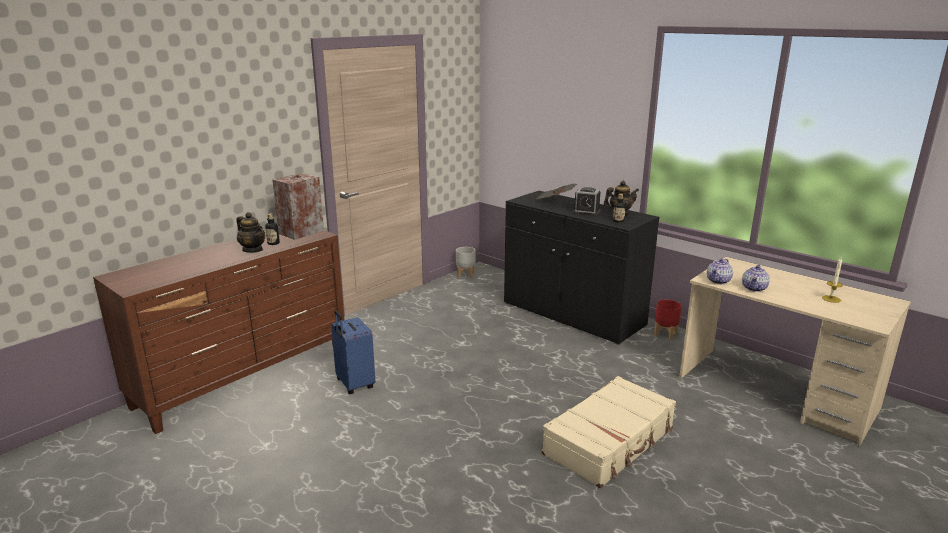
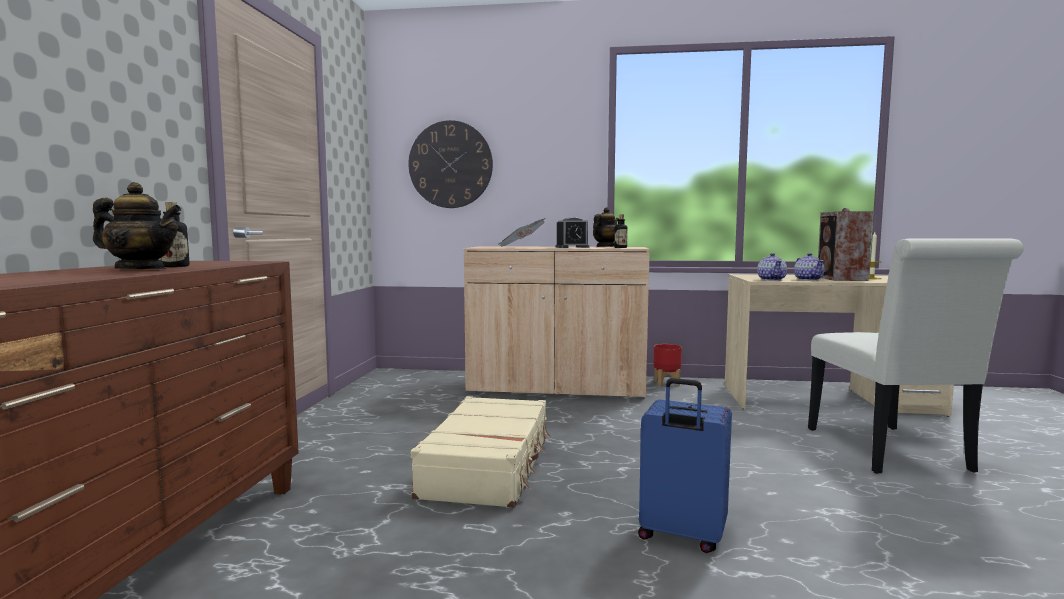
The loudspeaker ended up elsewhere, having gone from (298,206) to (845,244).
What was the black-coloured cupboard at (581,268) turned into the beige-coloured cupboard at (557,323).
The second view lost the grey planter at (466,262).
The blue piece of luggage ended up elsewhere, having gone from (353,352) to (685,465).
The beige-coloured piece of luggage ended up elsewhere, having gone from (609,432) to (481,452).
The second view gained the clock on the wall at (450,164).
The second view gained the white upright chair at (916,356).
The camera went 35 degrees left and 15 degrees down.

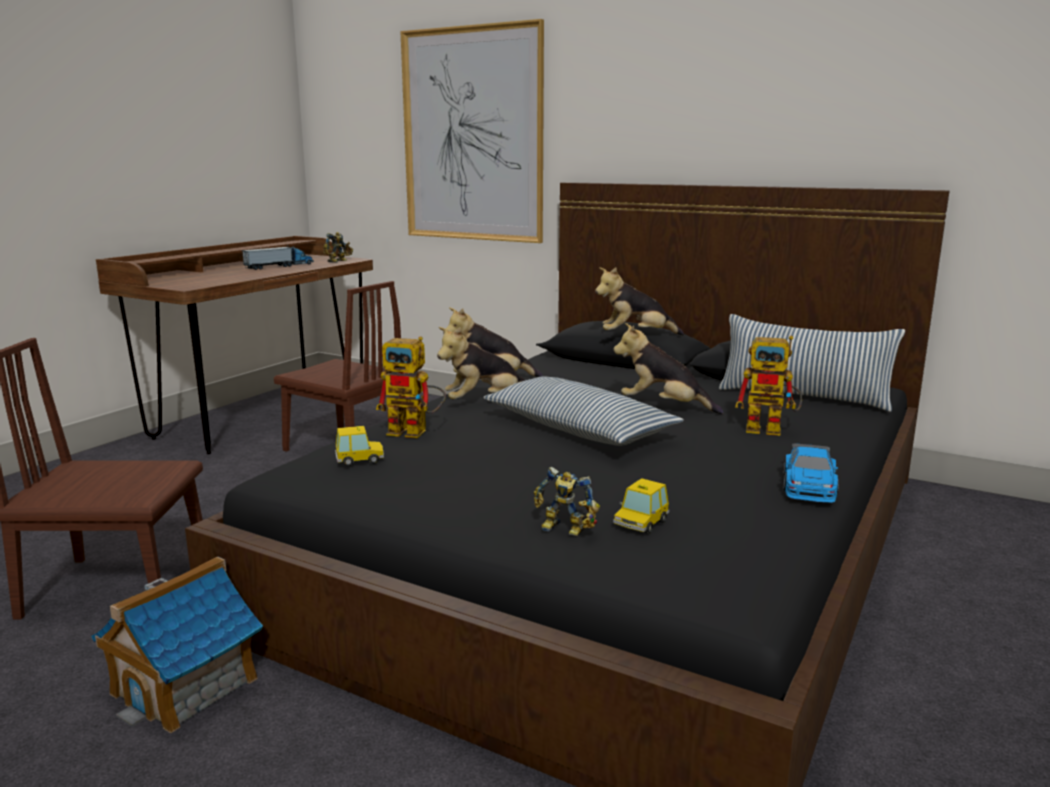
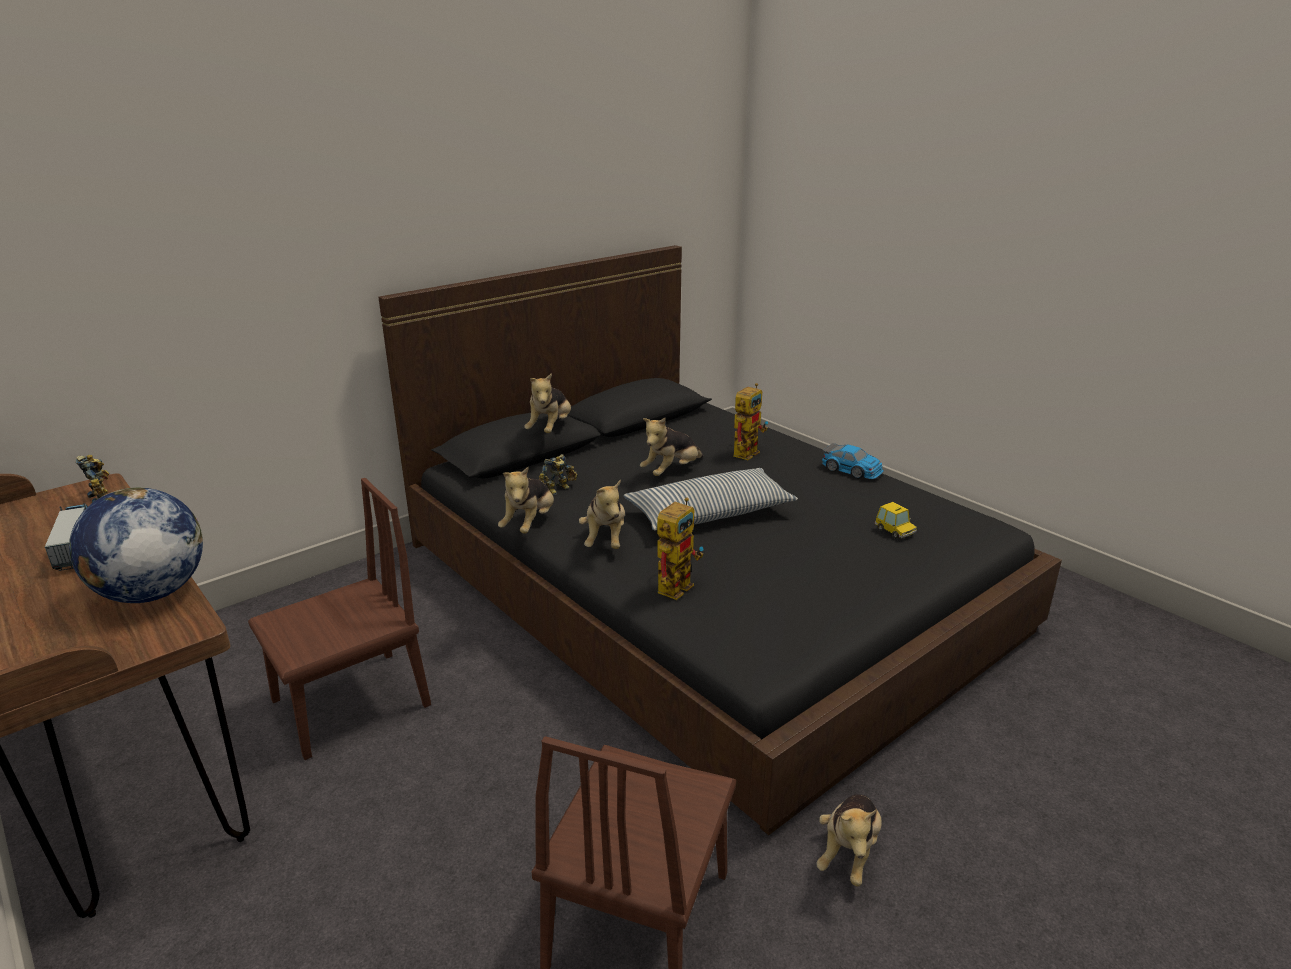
The second view lost the wall art at (472,131).
The second view lost the pillow at (812,363).
The second view lost the toy car at (359,446).
The toy robot ended up elsewhere, having gone from (567,501) to (558,474).
Where the toy house stood at (177,645), the plush toy came to stand at (849,840).
The second view gained the world globe at (136,545).
The camera went 70 degrees left and 10 degrees up.

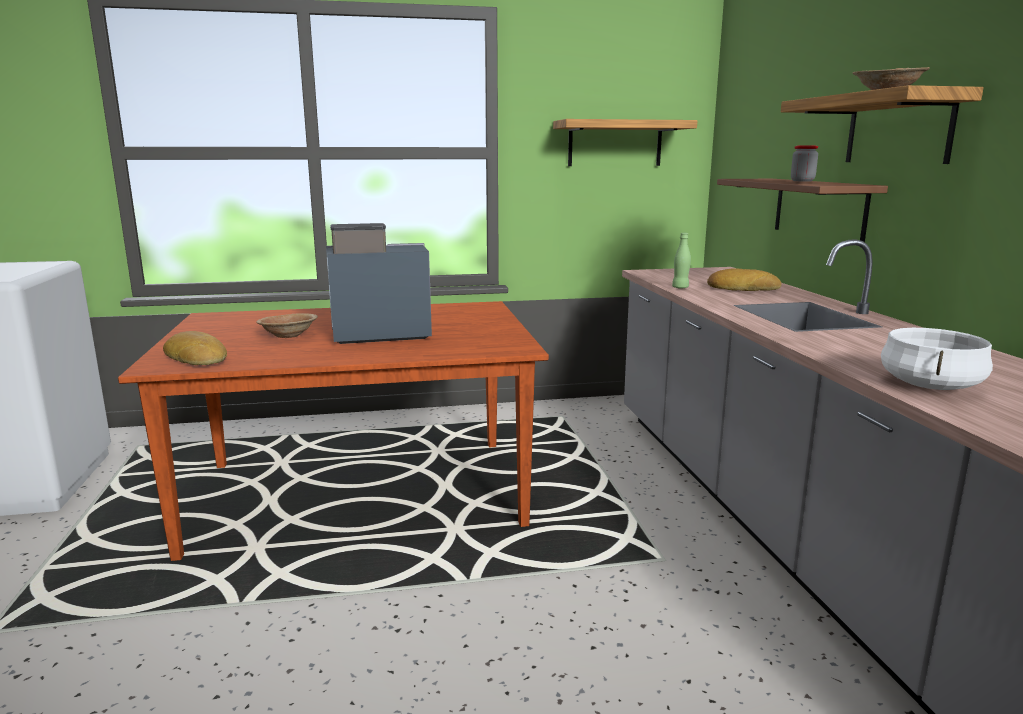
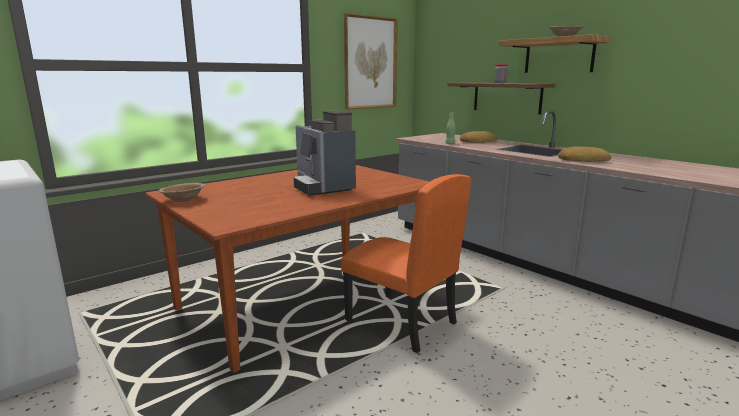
Where the bracket shelf hung at (625,142), the wall art came to hang at (371,61).
The coffee machine at (379,283) ended up facing another way, 75 degrees counterclockwise from before.
The brown bowl ended up elsewhere, having gone from (287,325) to (182,192).
The second view lost the white cooking pot at (937,359).
The baked bread ended up elsewhere, having gone from (195,348) to (584,154).
The second view gained the orange-coloured upright chair at (406,263).
The camera went 30 degrees left and 0 degrees up.

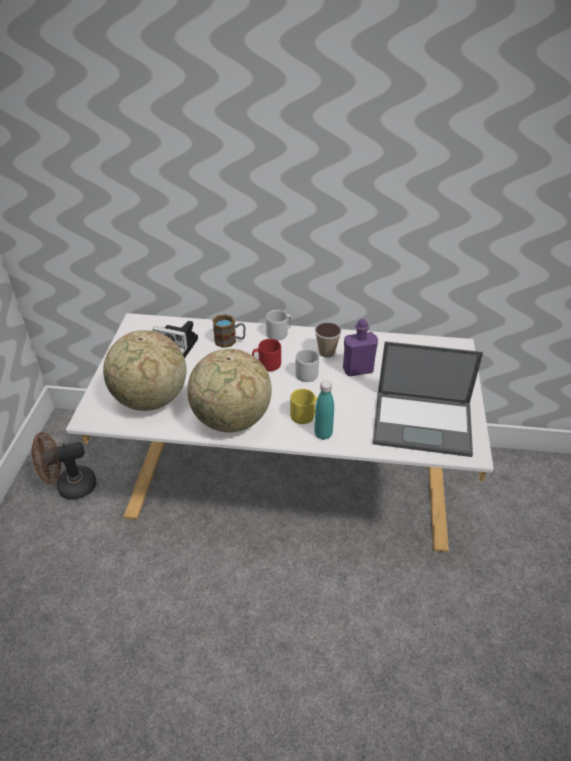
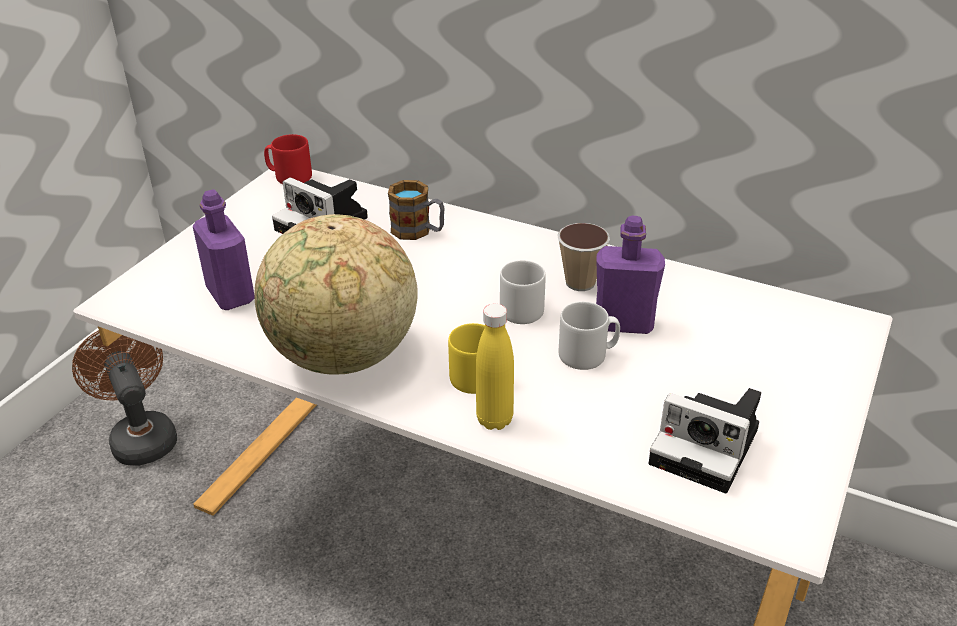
The grey coffee mug ended up elsewhere, having gone from (279,325) to (589,336).
Where the world globe stood at (145,370), the purple-coloured bottle came to stand at (224,249).
The reddish coffee mug ended up elsewhere, having gone from (266,355) to (288,159).
Where the laptop stood at (428,399), the photo camera came to stand at (705,440).
What was the turquoise bottle at (324,410) turned into the yellow-coloured bottle at (495,367).
The brown fan at (64,466) ended up facing another way, 60 degrees clockwise from before.
The camera went 20 degrees right and 5 degrees down.

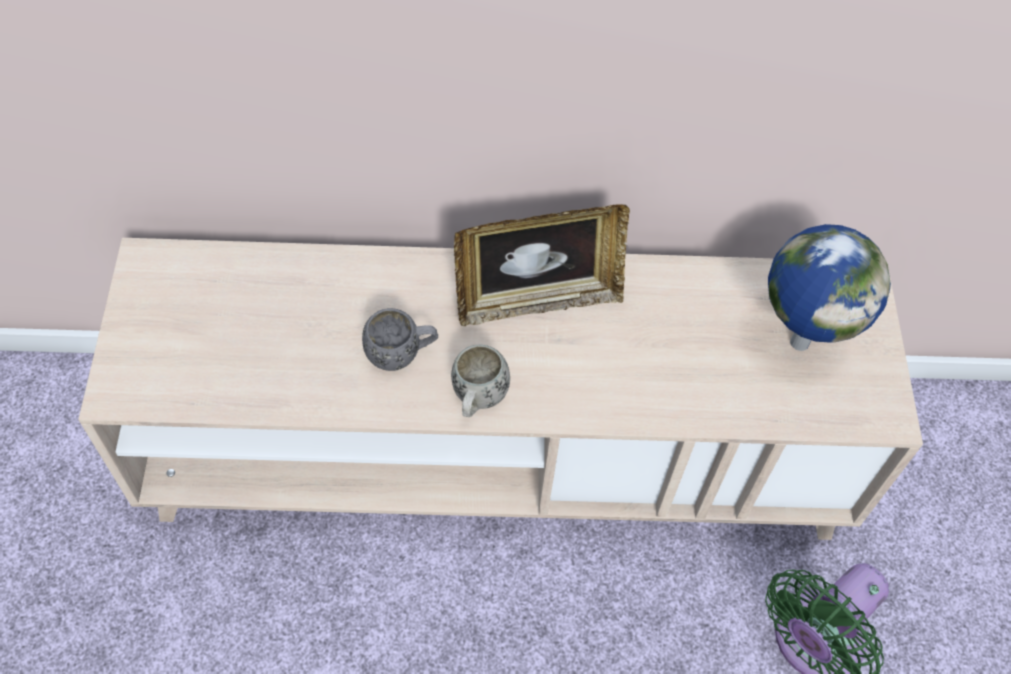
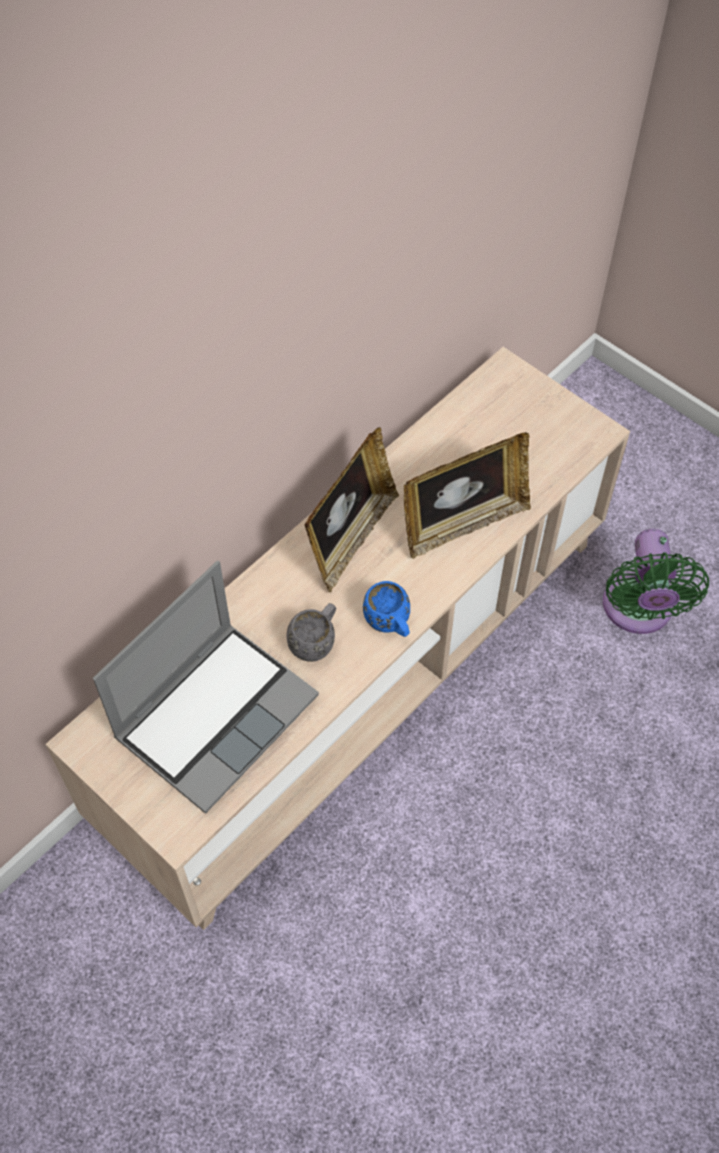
The second view lost the world globe at (829,287).
What was the white coffee mug at (480,380) turned into the blue coffee mug at (386,609).
The second view gained the photo frame at (467,495).
The second view gained the laptop at (206,687).
The camera went 45 degrees left and 0 degrees up.

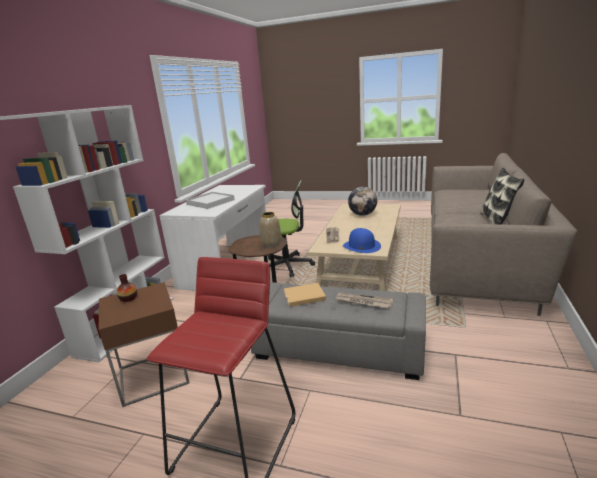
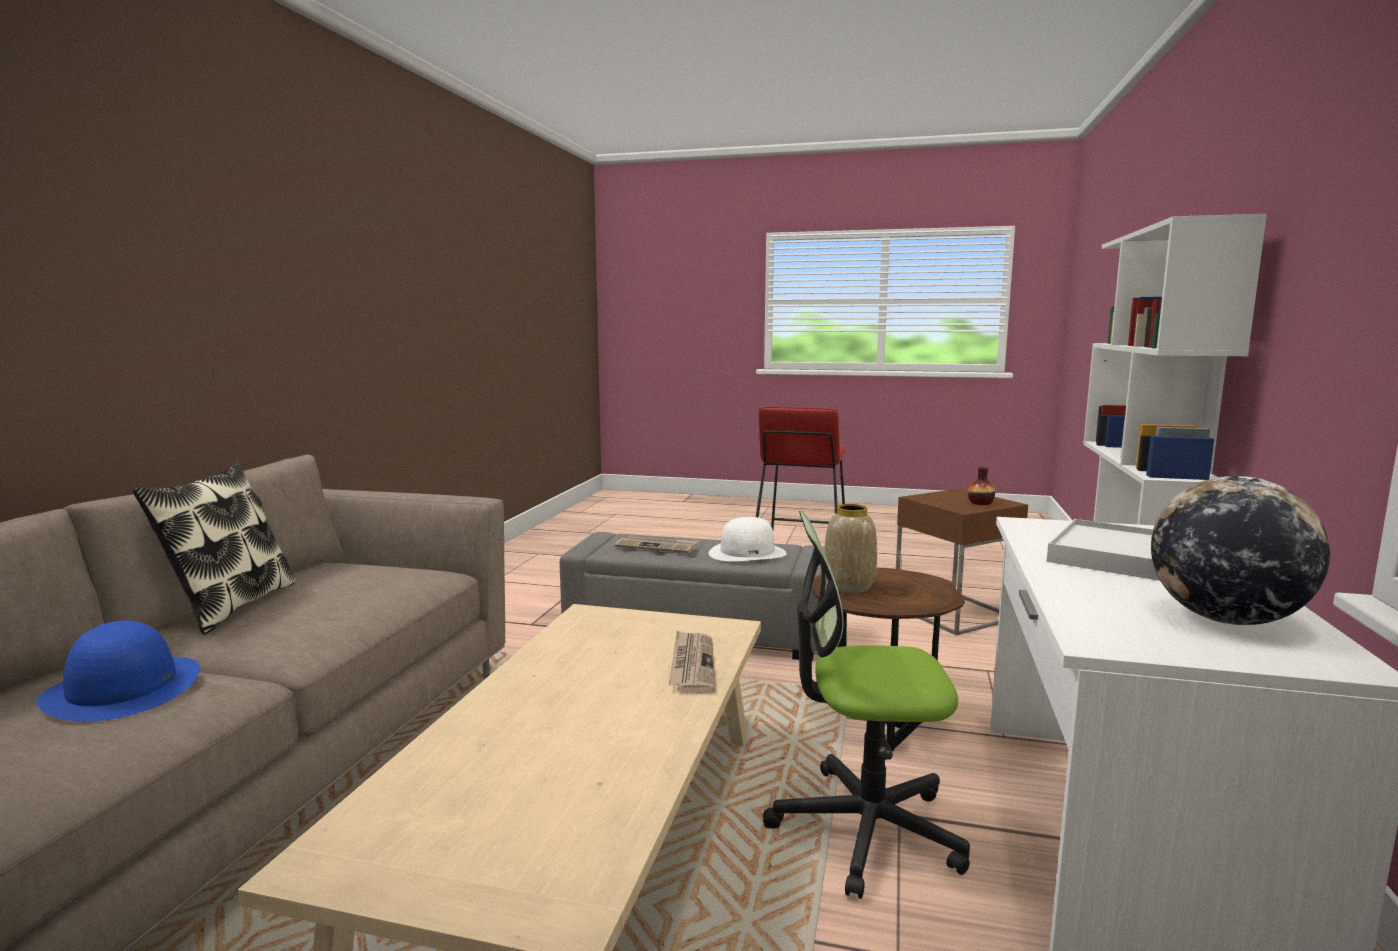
The world globe ended up elsewhere, having gone from (362,201) to (1240,550).
The blue clothing hat ended up elsewhere, having gone from (362,240) to (118,671).
Where the beige-coloured volume stood at (305,295), the white clothing hat came to stand at (748,539).
The camera went 175 degrees right and 10 degrees down.

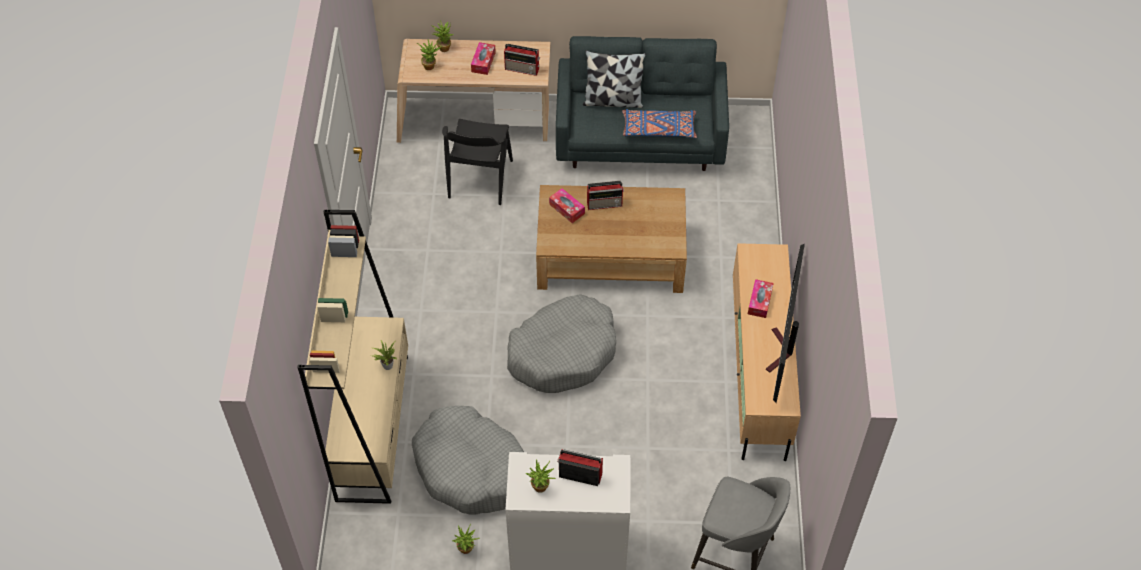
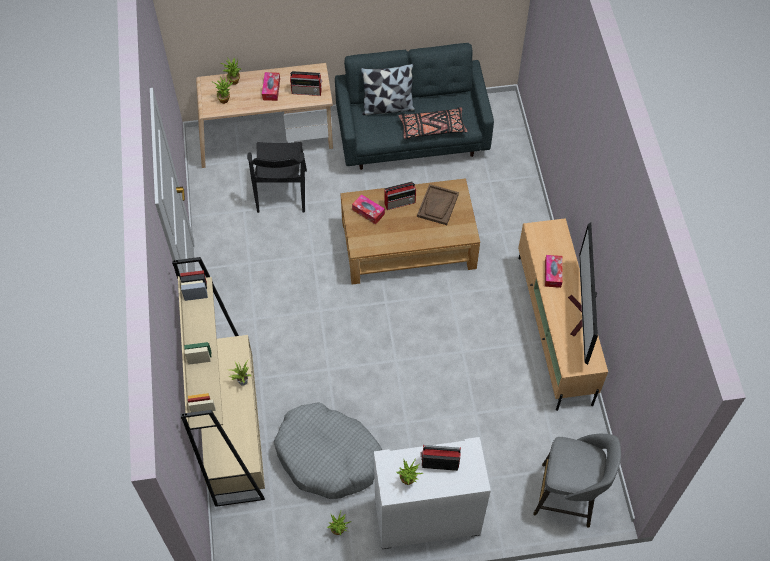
What was the blue pillow at (659,123) turned into the black-coloured pillow at (433,123).
The second view lost the grey dog cushion at (561,343).
The second view gained the brown tray at (438,204).
The camera went 10 degrees left and 5 degrees up.

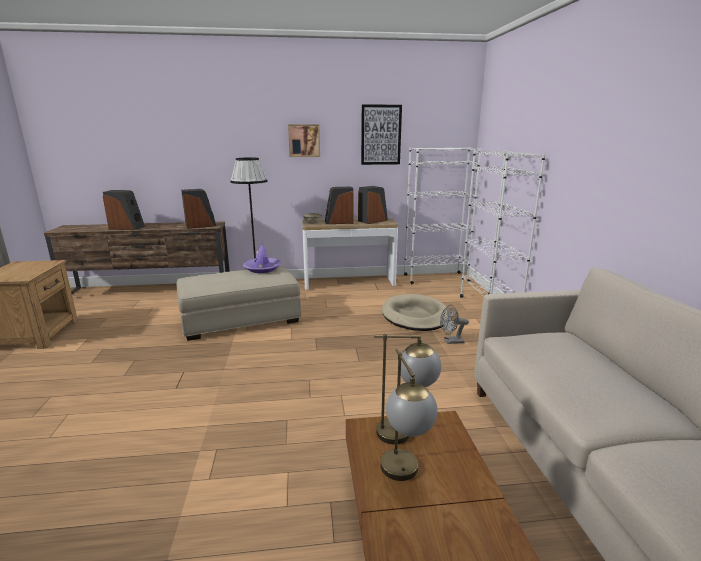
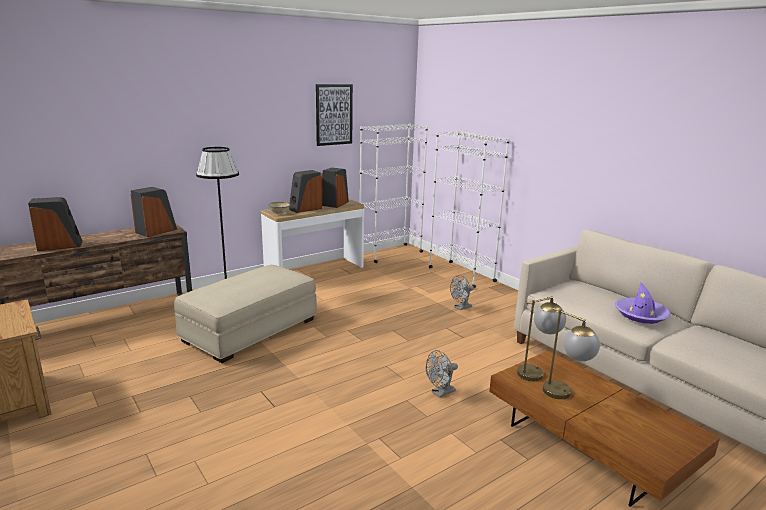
The second view lost the wall art at (304,140).
The purple-coloured clothing hat ended up elsewhere, having gone from (262,258) to (643,303).
The second view lost the beige-coloured dog cushion at (416,312).
The second view gained the grey fan at (442,374).
The camera went 30 degrees left and 0 degrees up.

